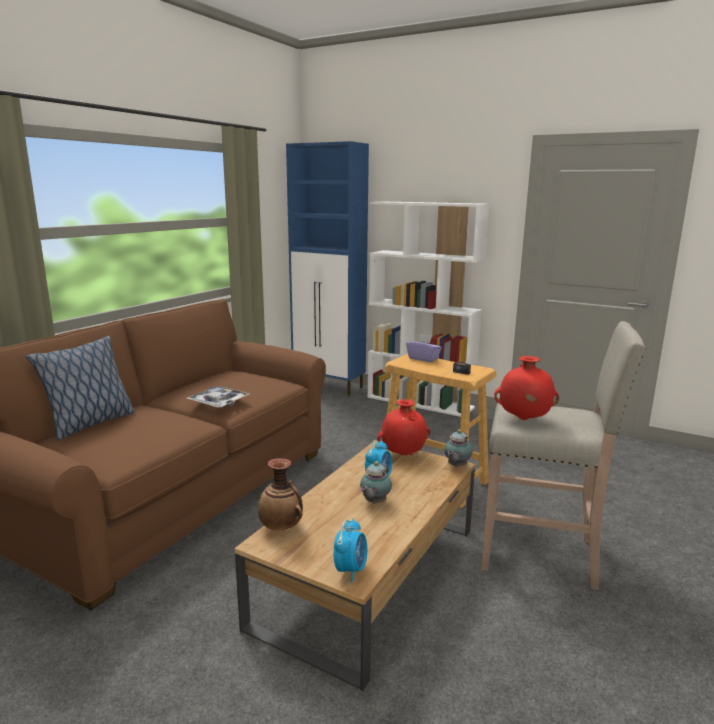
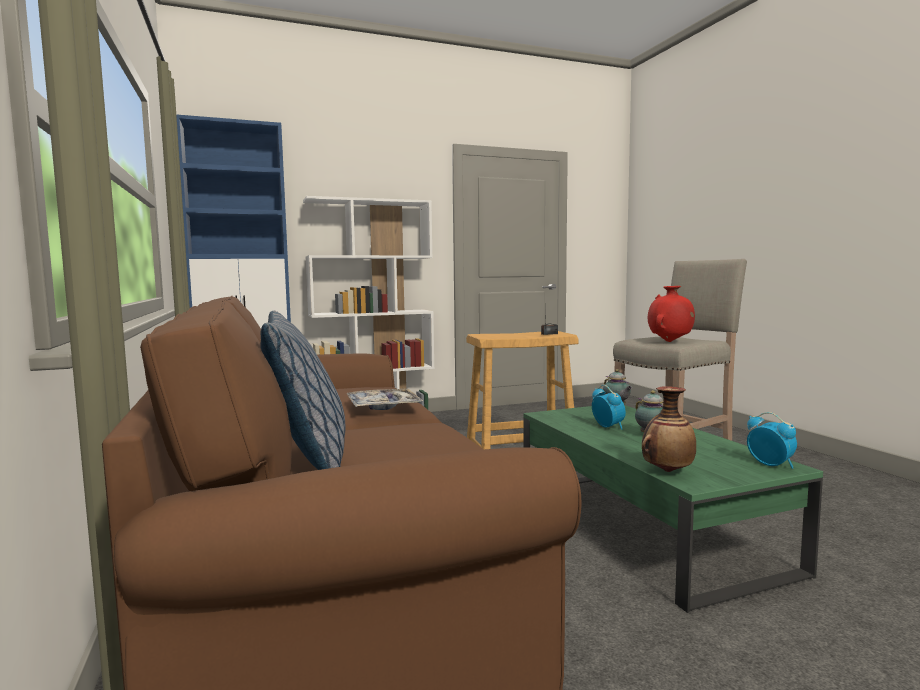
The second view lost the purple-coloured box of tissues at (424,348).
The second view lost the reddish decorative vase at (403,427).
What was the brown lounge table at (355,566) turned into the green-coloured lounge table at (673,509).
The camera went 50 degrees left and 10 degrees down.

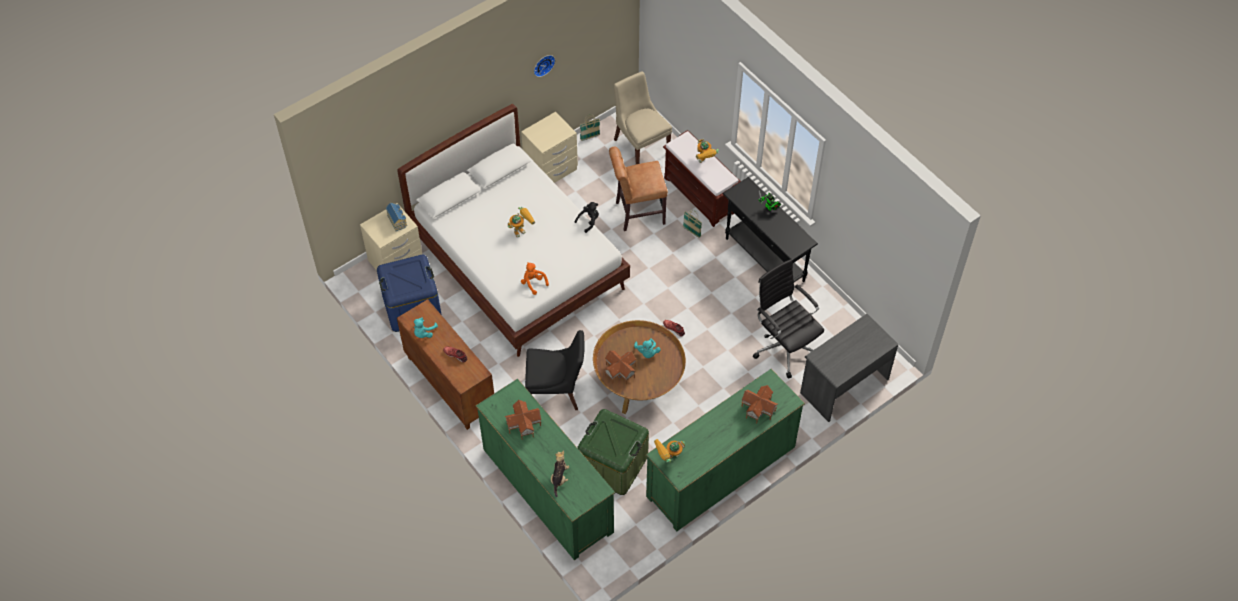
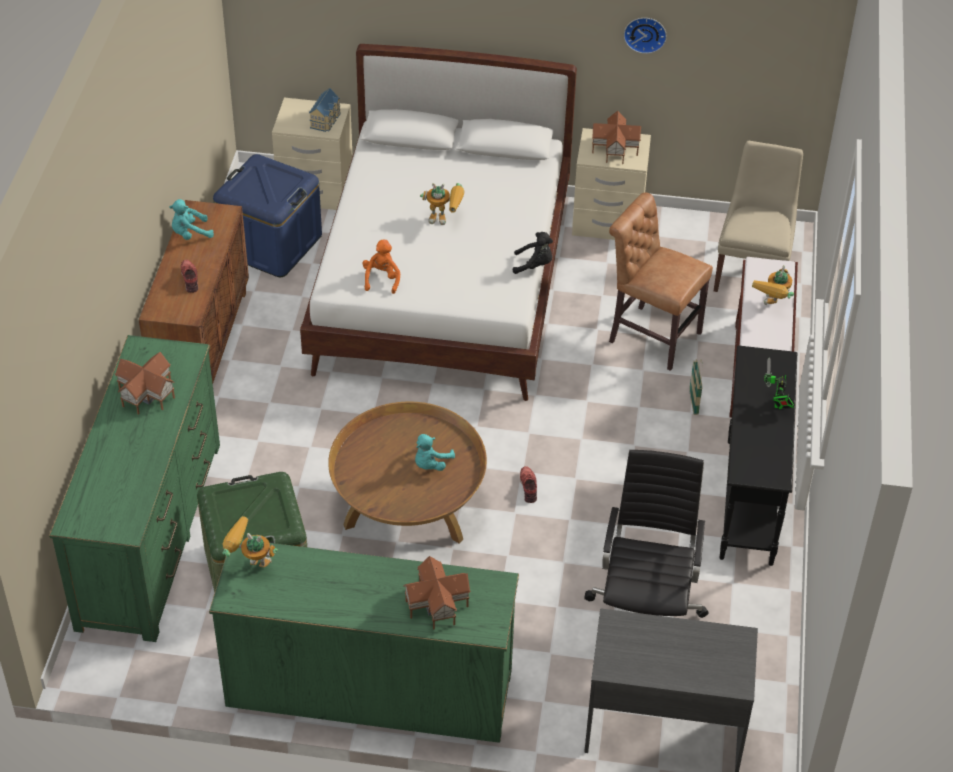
The second view lost the household basket at (590,128).
The second view lost the black-coloured upright chair at (555,370).
The toy house ended up elsewhere, having gone from (620,367) to (616,137).
The second view lost the plush toy at (560,474).
The camera went 45 degrees right and 10 degrees down.

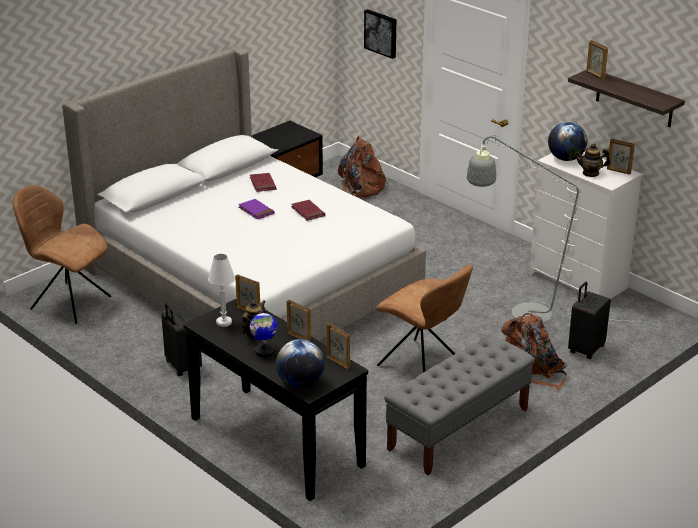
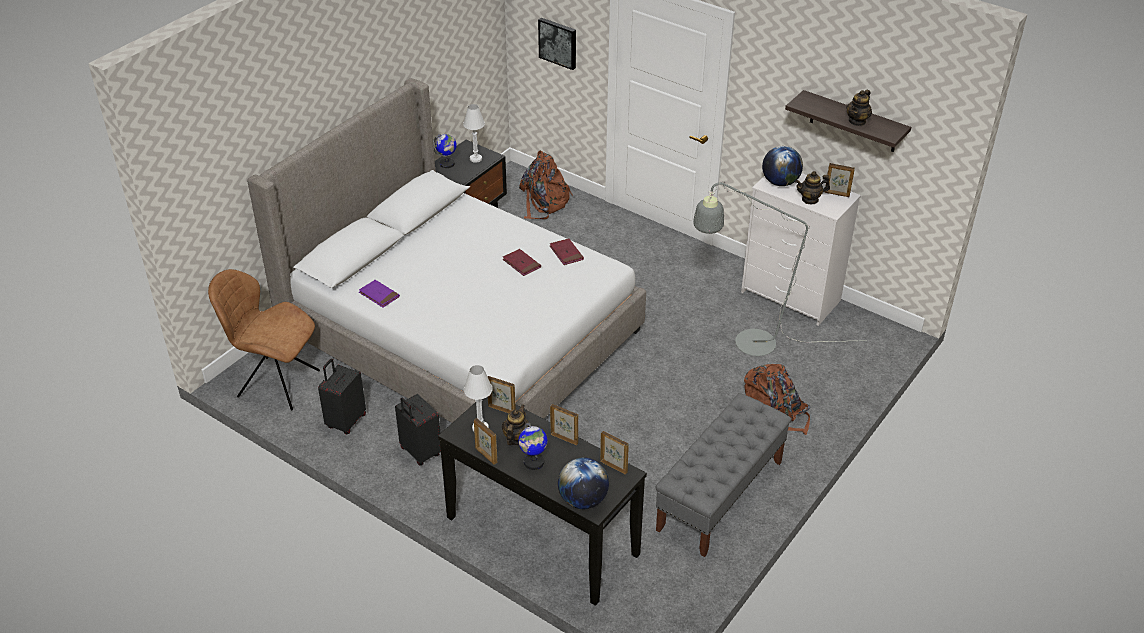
The photo frame ended up elsewhere, having gone from (597,60) to (485,441).
The reddish volume ended up elsewhere, having gone from (263,182) to (567,251).
The purple-coloured volume ended up elsewhere, having gone from (256,209) to (379,293).
The second view lost the brown upright chair at (424,318).
The black-coloured piece of luggage ended up elsewhere, having gone from (589,320) to (342,396).
The second view gained the tea pot at (859,108).
The second view gained the white table lamp at (474,133).
The second view gained the world globe at (445,151).
The camera went 10 degrees left and 10 degrees up.

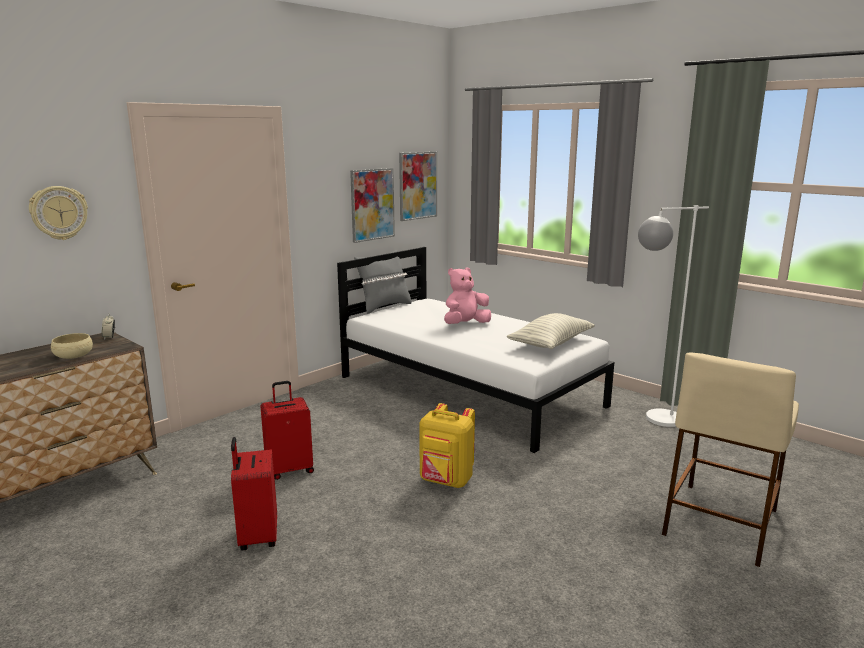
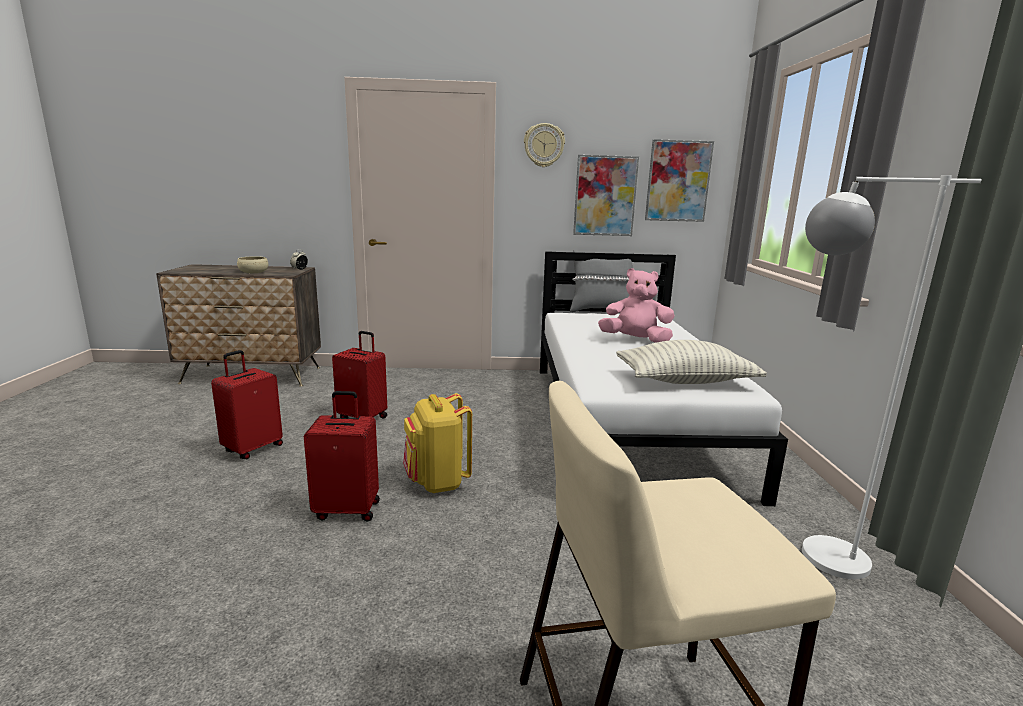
The clock on the wall ended up elsewhere, having gone from (58,213) to (544,145).
The second view gained the reddish piece of luggage at (342,456).
The camera went 45 degrees right and 0 degrees up.

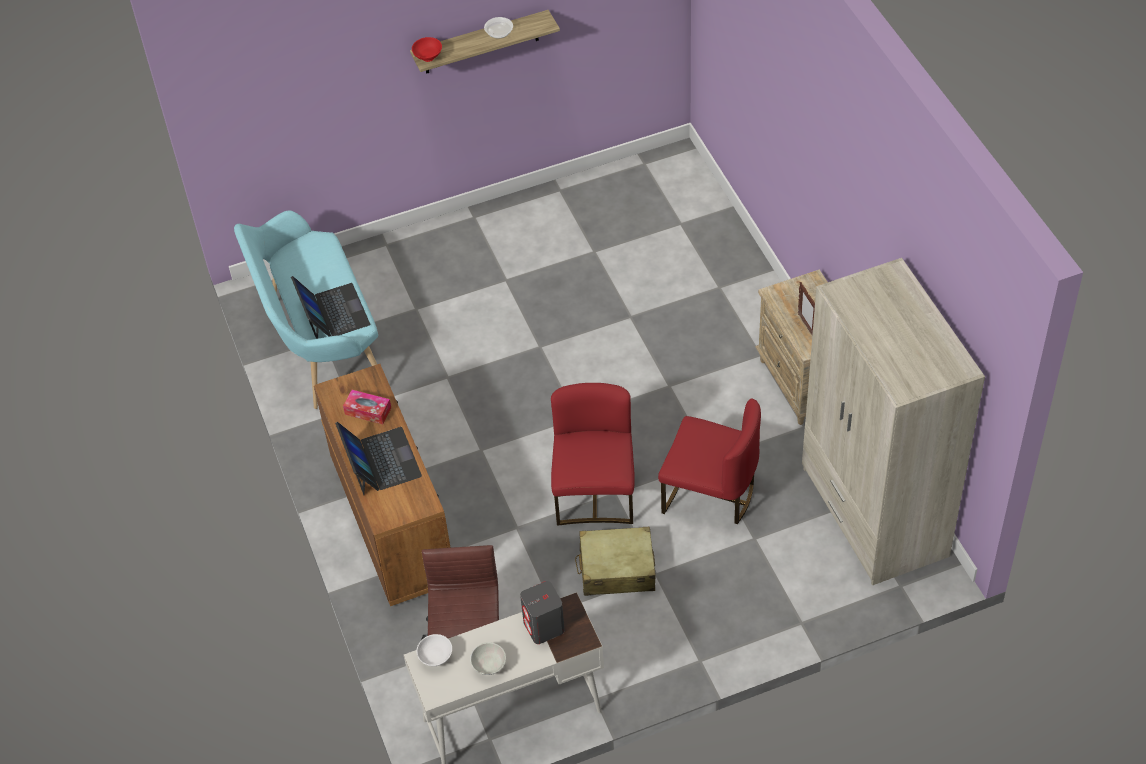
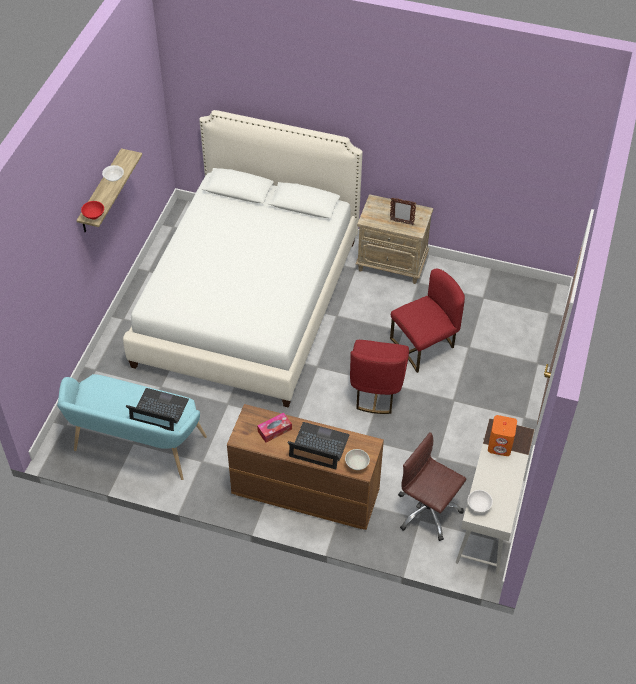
The second view lost the beige-coloured armoire at (893,421).
The reddish upright chair at (593,454) ended up facing another way, 120 degrees counterclockwise from before.
The second view lost the beige-coloured piece of luggage at (615,561).
What was the grey loudspeaker at (542,612) turned into the orange-coloured loudspeaker at (502,435).
The white bowl ended up elsewhere, having gone from (488,658) to (357,459).
The second view gained the white bedroom bed at (243,259).
The camera went 55 degrees left and 0 degrees up.

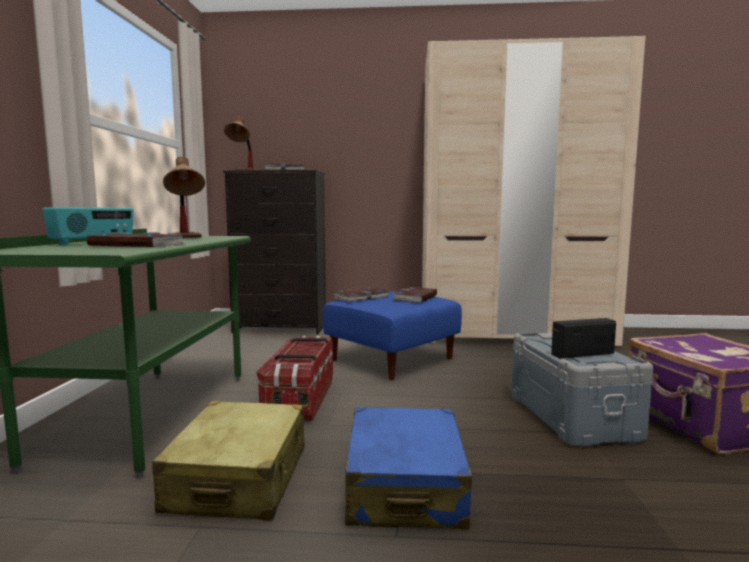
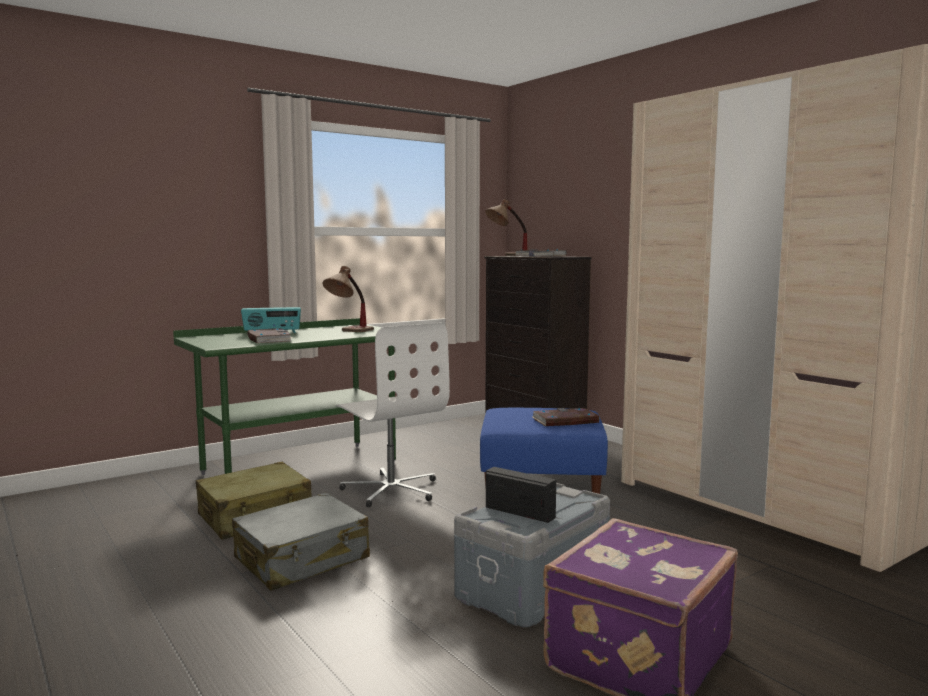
The second view lost the volume at (360,294).
Where the storage bin stood at (295,378), the white computer chair came to stand at (393,415).
What was the blue piece of luggage at (408,468) turned into the grey piece of luggage at (301,542).
The camera went 50 degrees right and 0 degrees up.

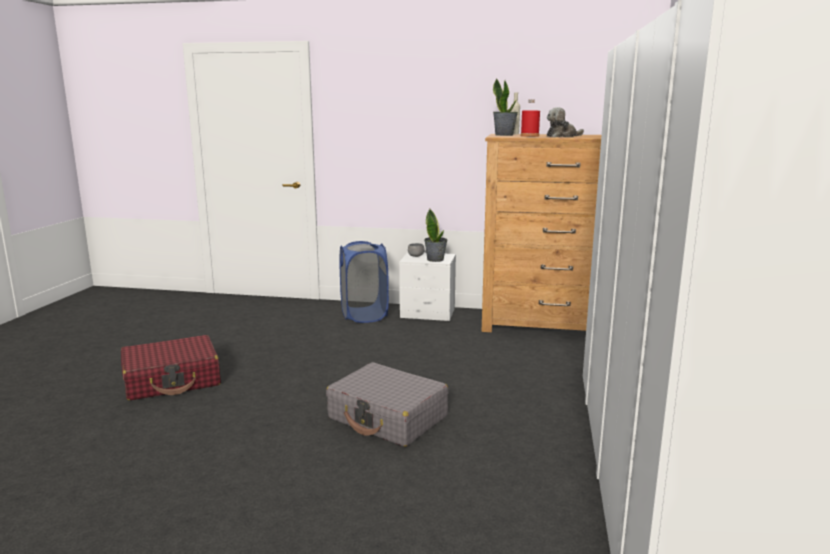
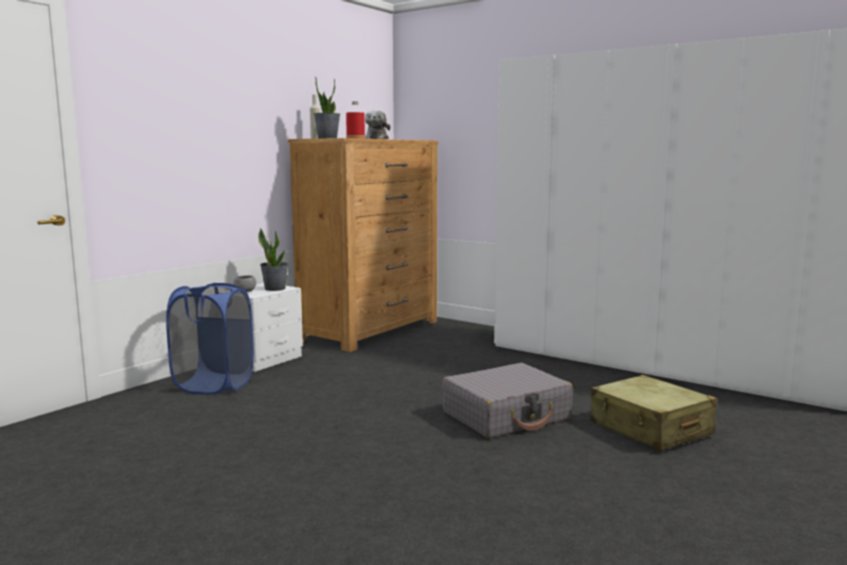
The second view lost the reddish piece of luggage at (171,367).
The second view gained the beige-coloured piece of luggage at (653,413).
The camera went 65 degrees left and 5 degrees down.

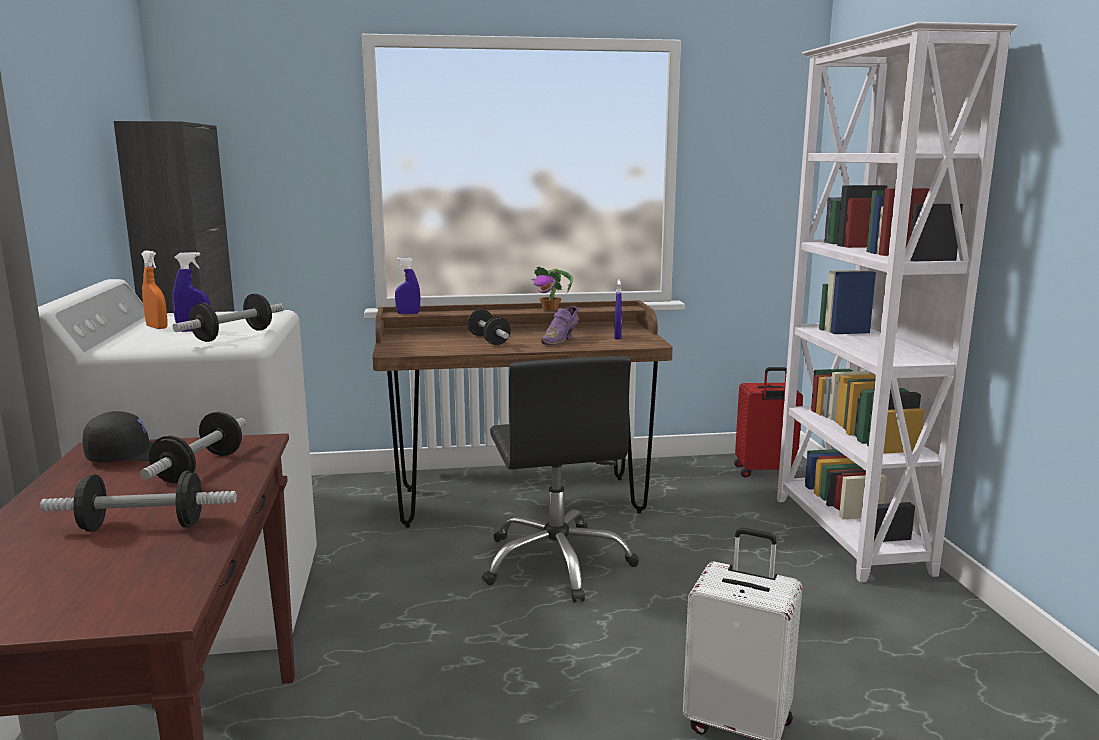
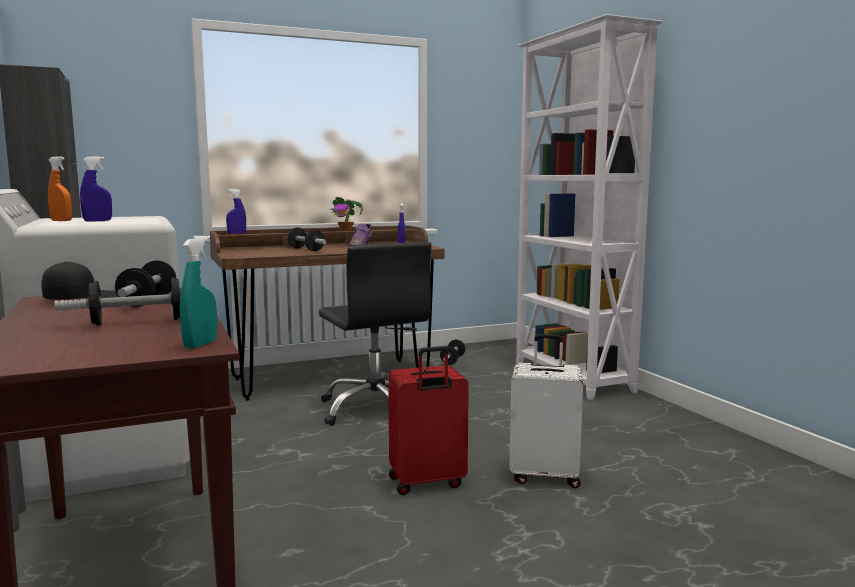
The dumbbell ended up elsewhere, having gone from (228,317) to (452,352).
The reddish piece of luggage ended up elsewhere, having gone from (768,422) to (428,420).
The second view gained the turquoise hand sprayer at (198,293).
The camera went 15 degrees left and 5 degrees down.

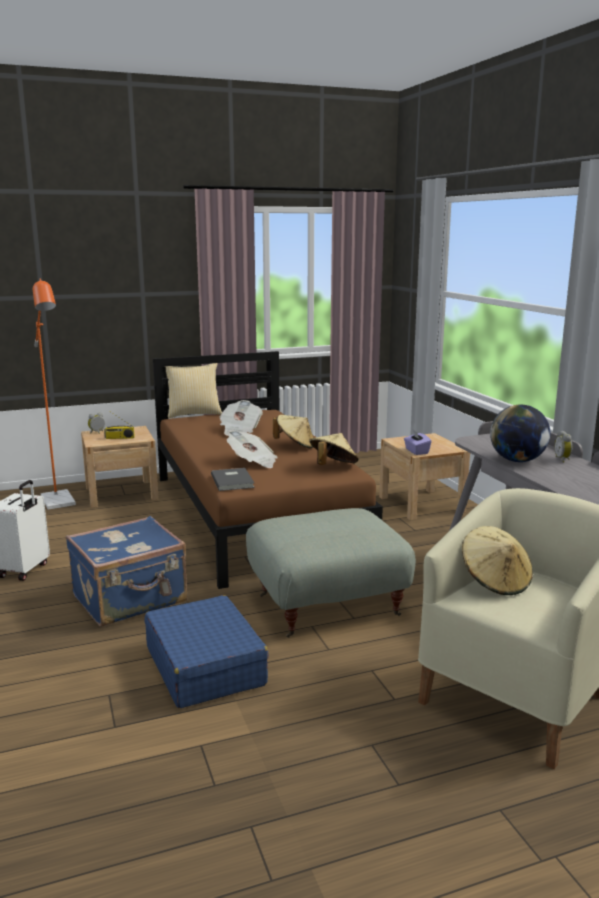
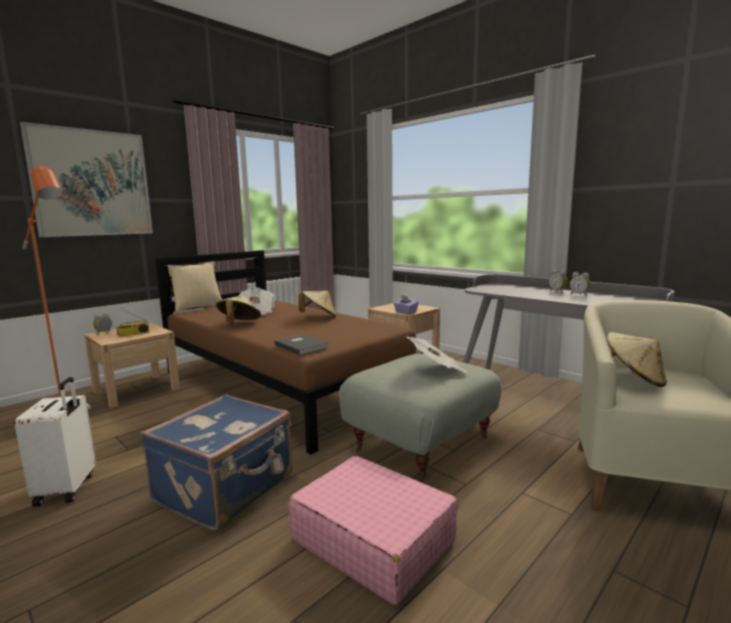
The second view lost the world globe at (520,433).
The printed paper ended up elsewhere, having gone from (252,449) to (436,354).
The beige-coloured clothing hat ended up elsewhere, having gone from (333,449) to (238,308).
What was the blue piece of luggage at (207,651) turned into the pinkish piece of luggage at (373,530).
The second view gained the wall art at (86,179).
The second view gained the alarm clock at (580,284).
The camera went 25 degrees left and 5 degrees down.

